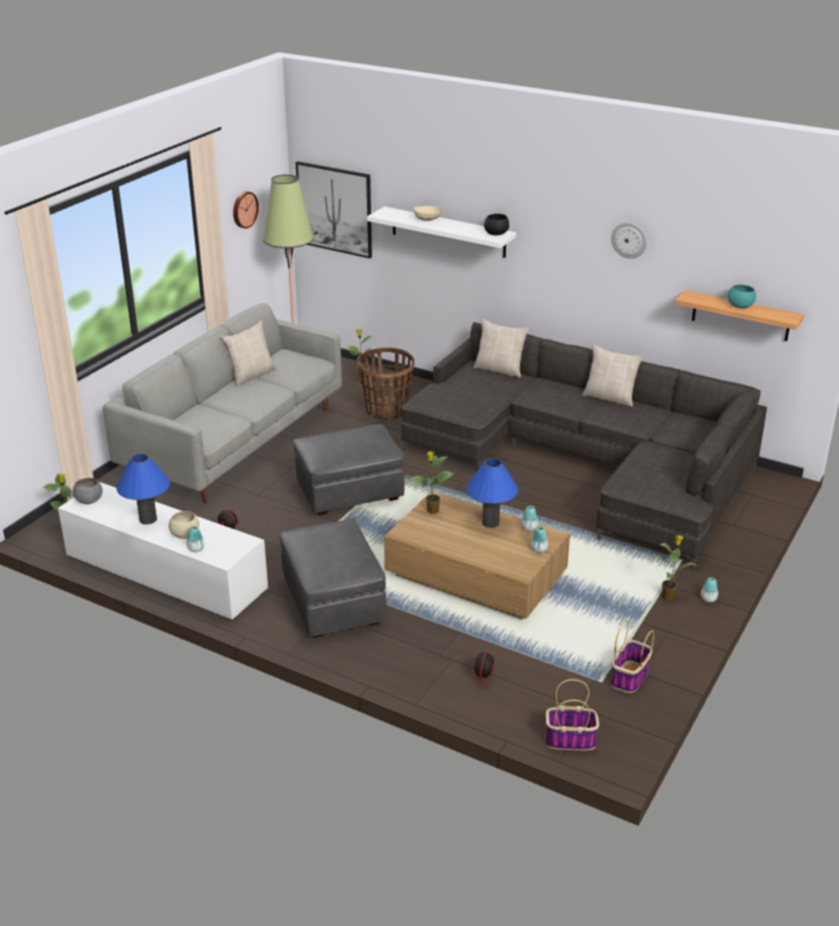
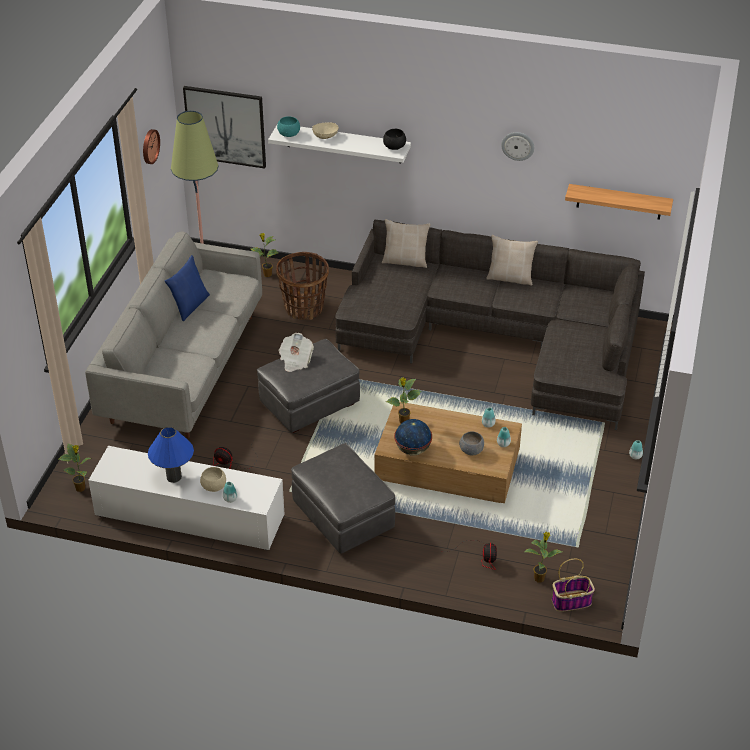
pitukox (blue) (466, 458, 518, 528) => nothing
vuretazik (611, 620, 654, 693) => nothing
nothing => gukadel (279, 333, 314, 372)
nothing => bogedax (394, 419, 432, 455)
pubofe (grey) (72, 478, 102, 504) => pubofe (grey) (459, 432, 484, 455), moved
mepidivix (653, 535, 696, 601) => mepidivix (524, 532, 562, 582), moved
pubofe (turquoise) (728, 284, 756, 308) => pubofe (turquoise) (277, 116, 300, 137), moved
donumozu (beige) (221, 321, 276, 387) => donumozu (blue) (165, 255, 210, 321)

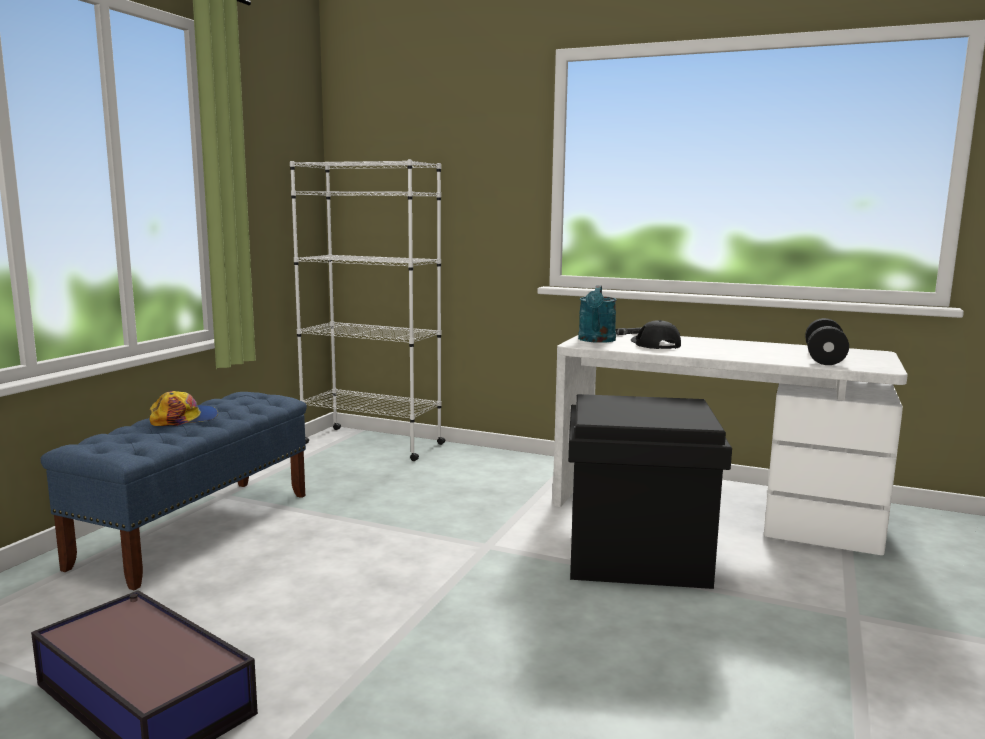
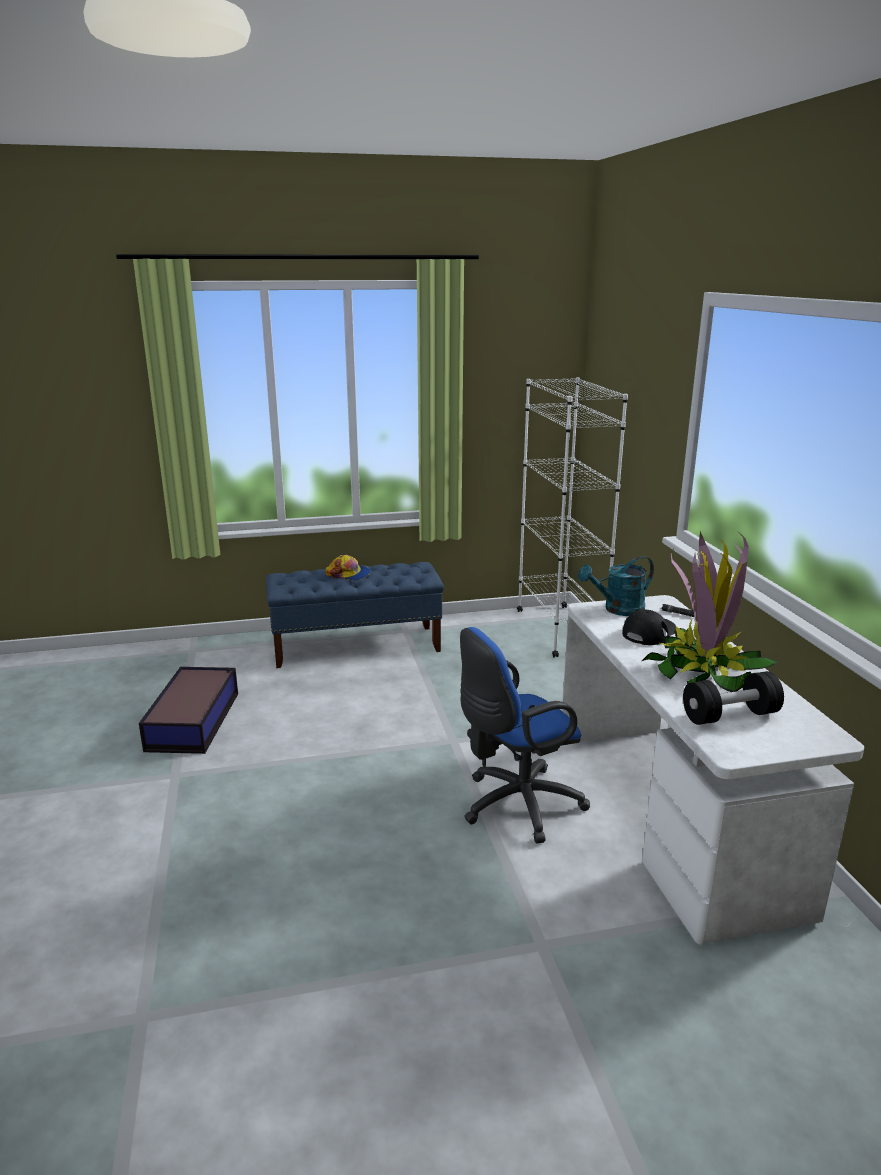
nothing => mepidivix (642, 529, 778, 692)
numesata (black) (568, 394, 732, 589) => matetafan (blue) (460, 627, 590, 843)

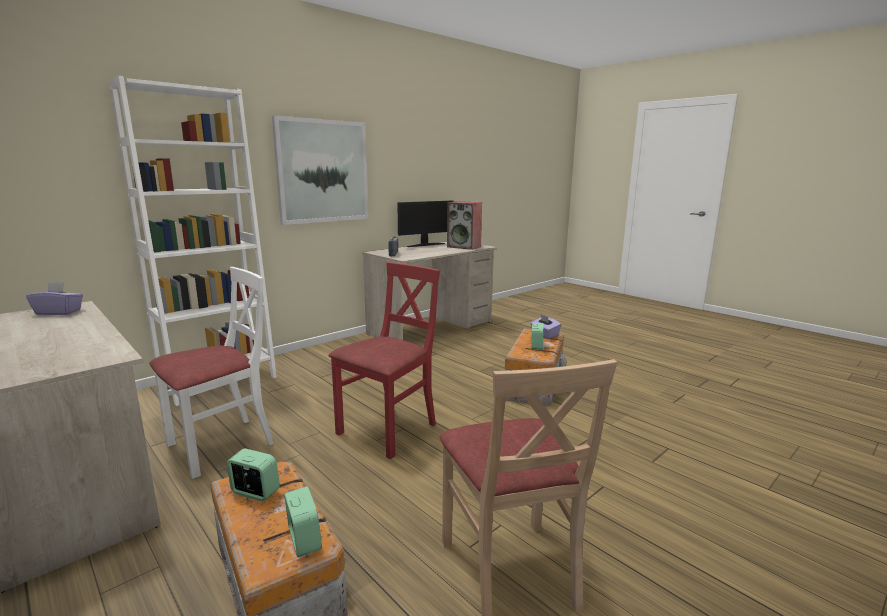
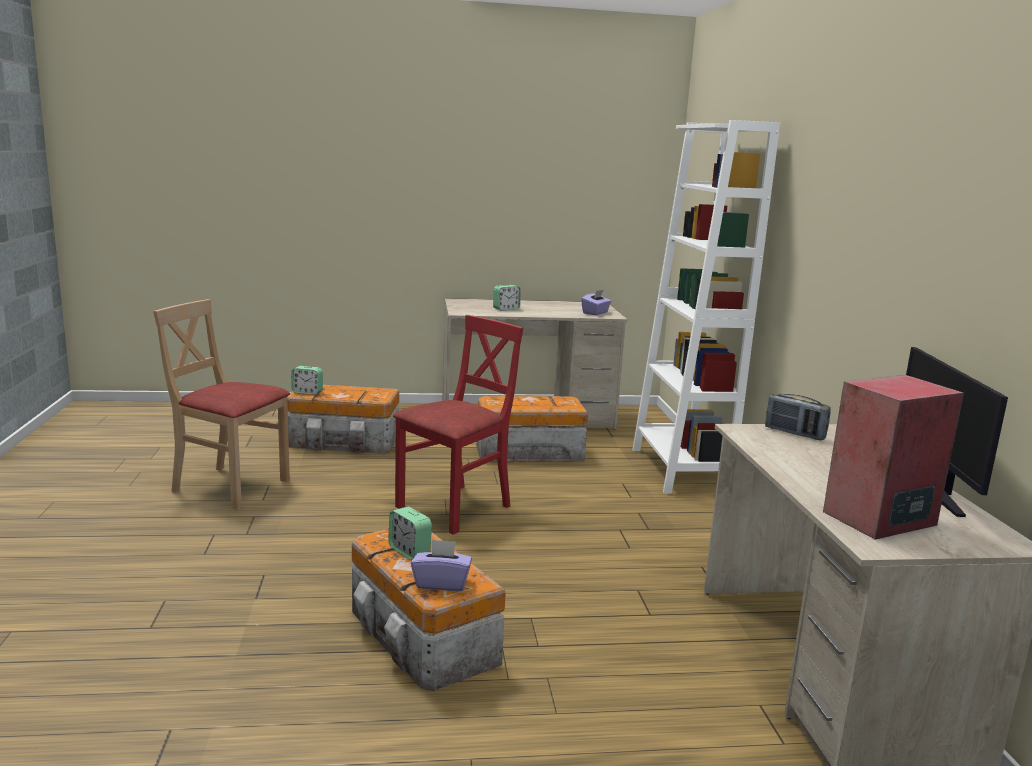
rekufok (272, 116, 368, 225) => nothing
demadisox (227, 448, 280, 501) => demadisox (493, 285, 521, 311), moved
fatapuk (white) (149, 267, 274, 479) => numesata (476, 396, 588, 462)
fatapuk (red) (328, 262, 440, 459) => fatapuk (red) (393, 315, 523, 535), 120 degrees counterclockwise

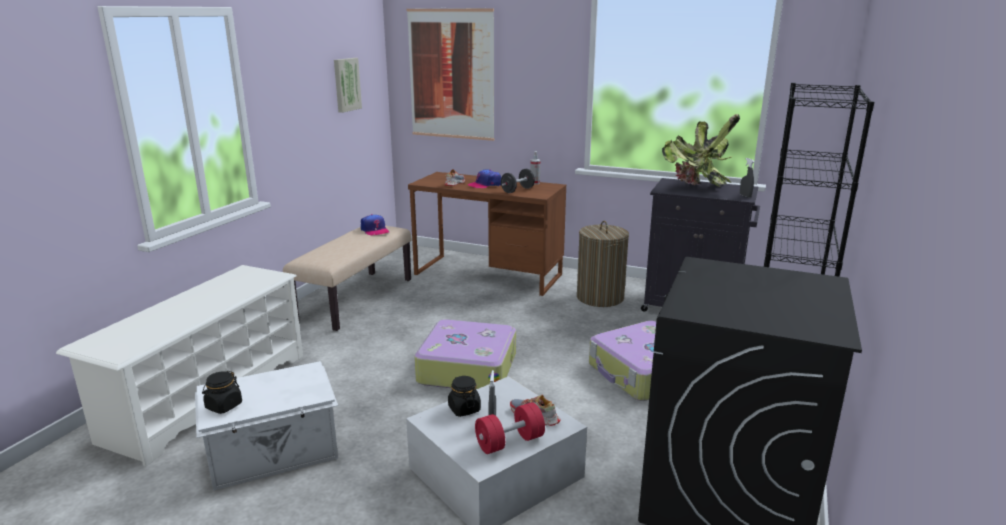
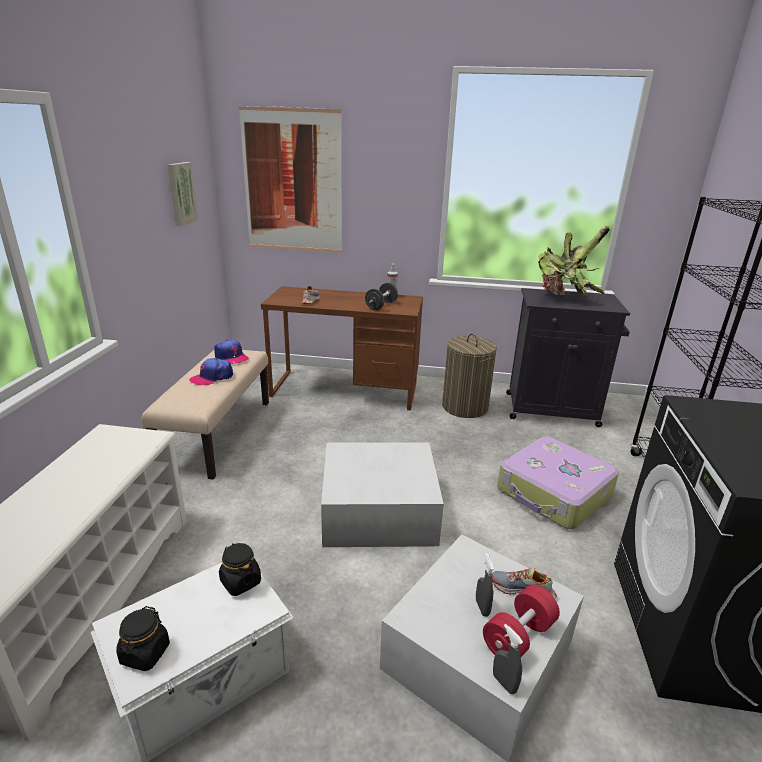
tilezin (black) (448, 376, 481, 417) => tilezin (black) (219, 543, 261, 596), moved
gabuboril (468, 169, 501, 188) => gabuboril (189, 358, 233, 386), moved
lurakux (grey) (740, 158, 754, 198) => lurakux (grey) (493, 624, 523, 694), moved
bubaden (414, 319, 516, 389) => numesata (white) (321, 442, 444, 547)

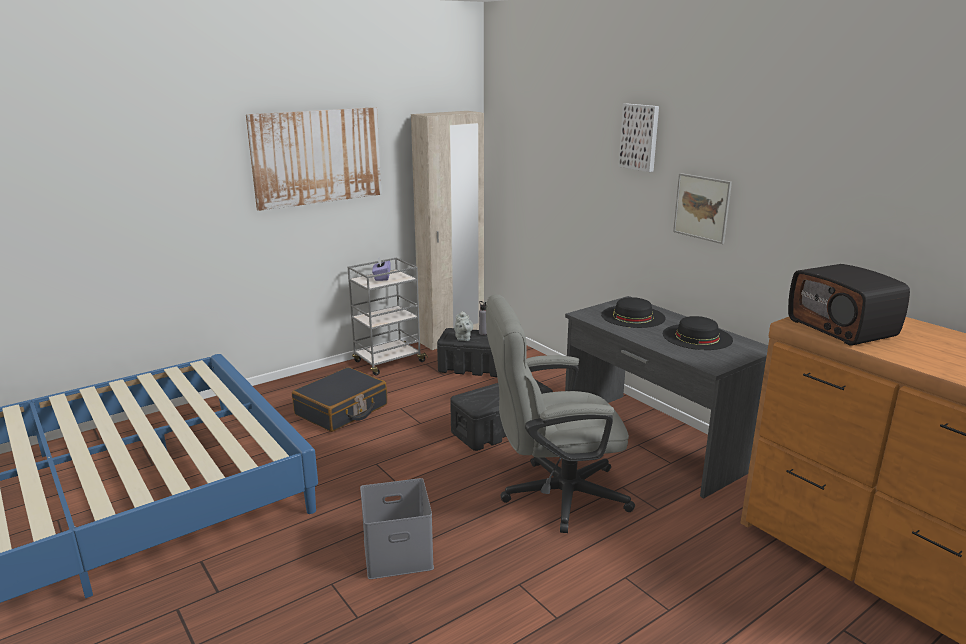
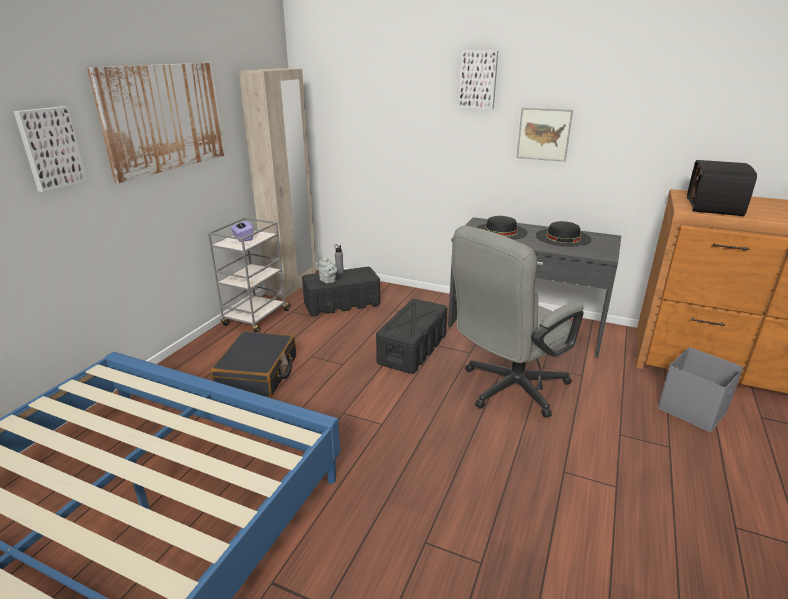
nothing => rekufok (13, 106, 88, 192)
numesata (grey) (360, 478, 434, 579) => numesata (grey) (657, 347, 743, 432), moved
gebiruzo (788, 264, 910, 346) => gebiruzo (687, 160, 757, 216), 75 degrees clockwise

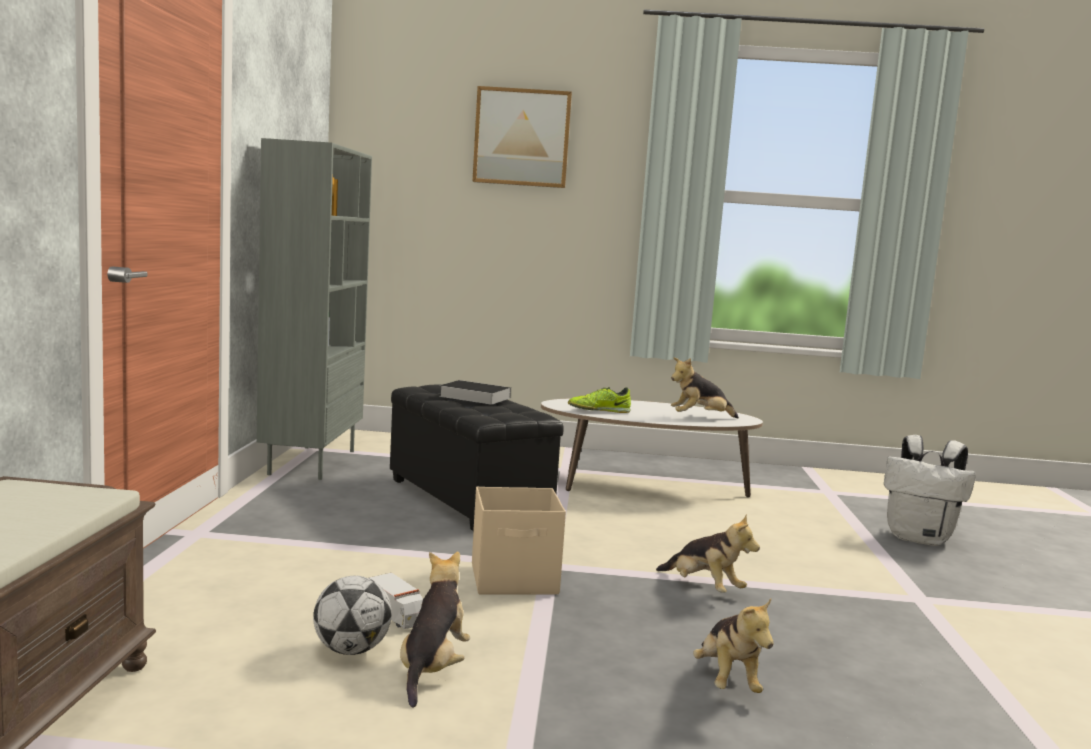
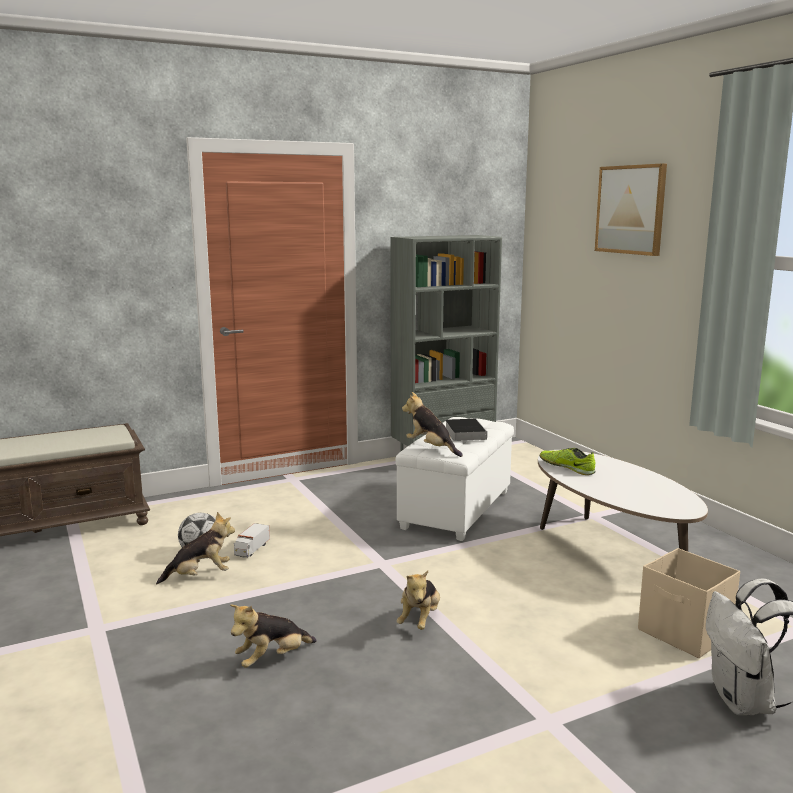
numesata (beige) (472, 487, 566, 594) => numesata (beige) (638, 548, 740, 658), moved
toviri (671, 357, 739, 418) => toviri (402, 392, 463, 457), moved
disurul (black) (390, 384, 564, 531) => disurul (white) (395, 417, 514, 541)

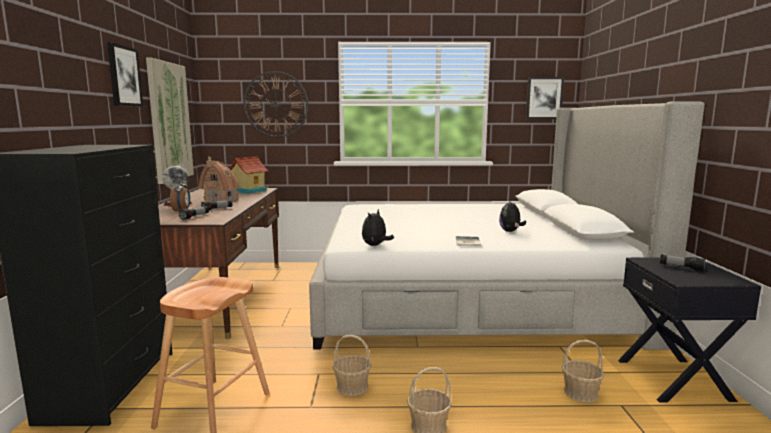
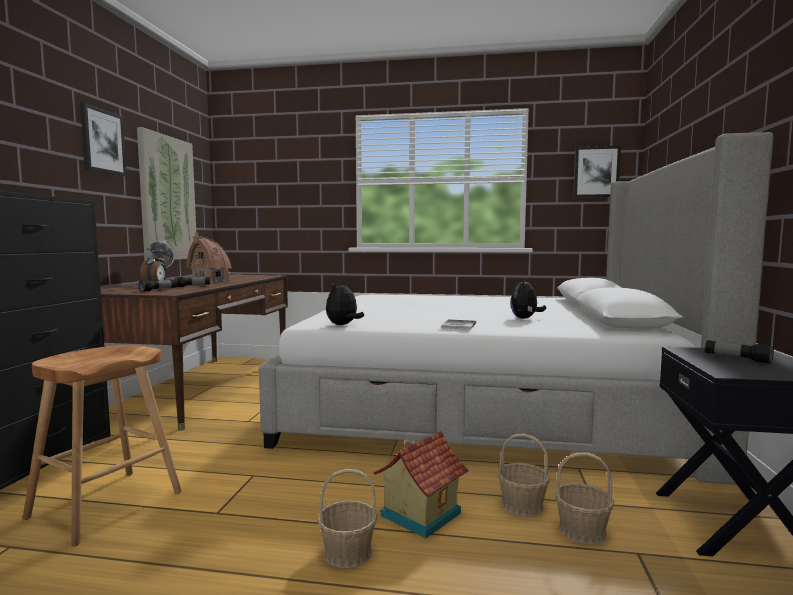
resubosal (243, 71, 309, 137) => nothing
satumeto (229, 156, 269, 194) => satumeto (374, 431, 469, 538), moved
vuretazik (333, 335, 371, 396) => vuretazik (498, 434, 550, 517), moved

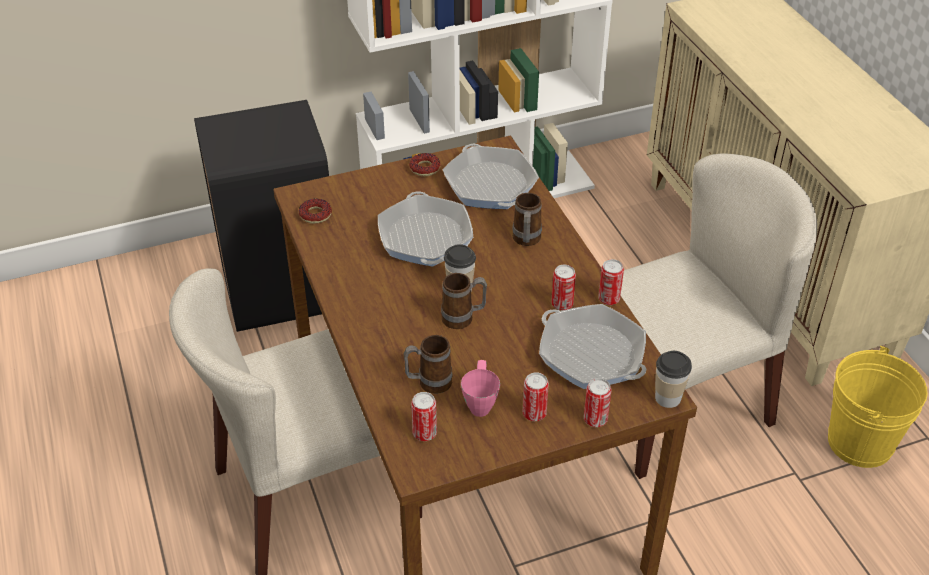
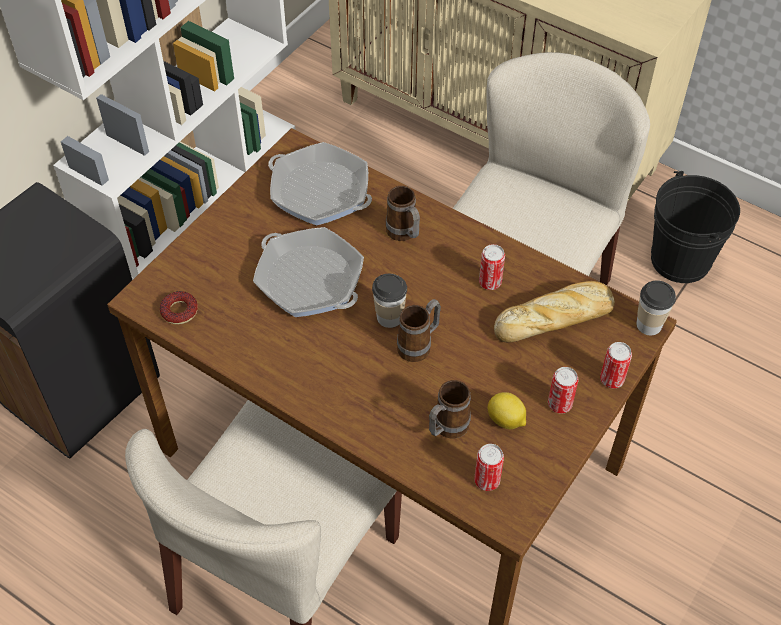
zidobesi (409, 153, 441, 176) => nothing
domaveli (598, 259, 624, 305) => nothing
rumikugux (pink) (461, 360, 500, 417) => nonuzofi (487, 392, 526, 429)
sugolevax (539, 304, 646, 389) => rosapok (494, 281, 615, 343)
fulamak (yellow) (828, 346, 928, 468) => fulamak (black) (651, 171, 740, 283)

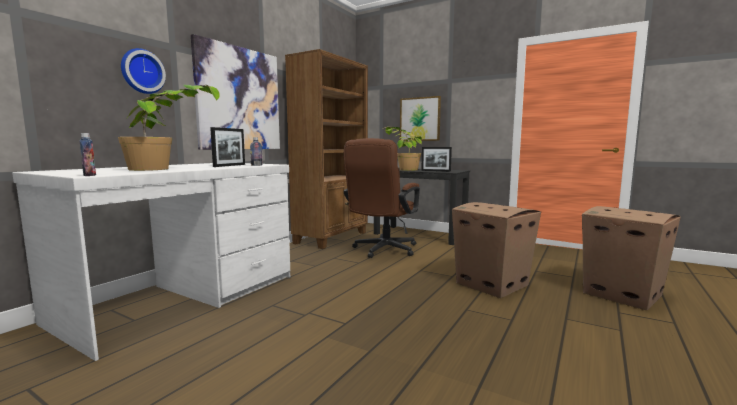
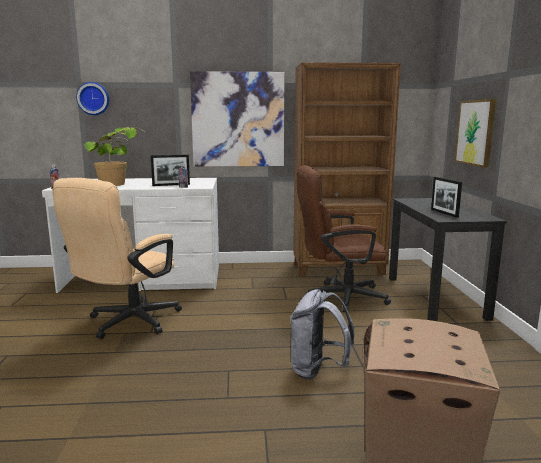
mepidivix (385, 127, 422, 171) => nothing
nothing => matetafan (beige) (52, 178, 182, 339)
resubosal (121, 48, 166, 94) => resubosal (76, 82, 109, 115), moved
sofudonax (452, 202, 541, 298) => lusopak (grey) (290, 289, 354, 380)

